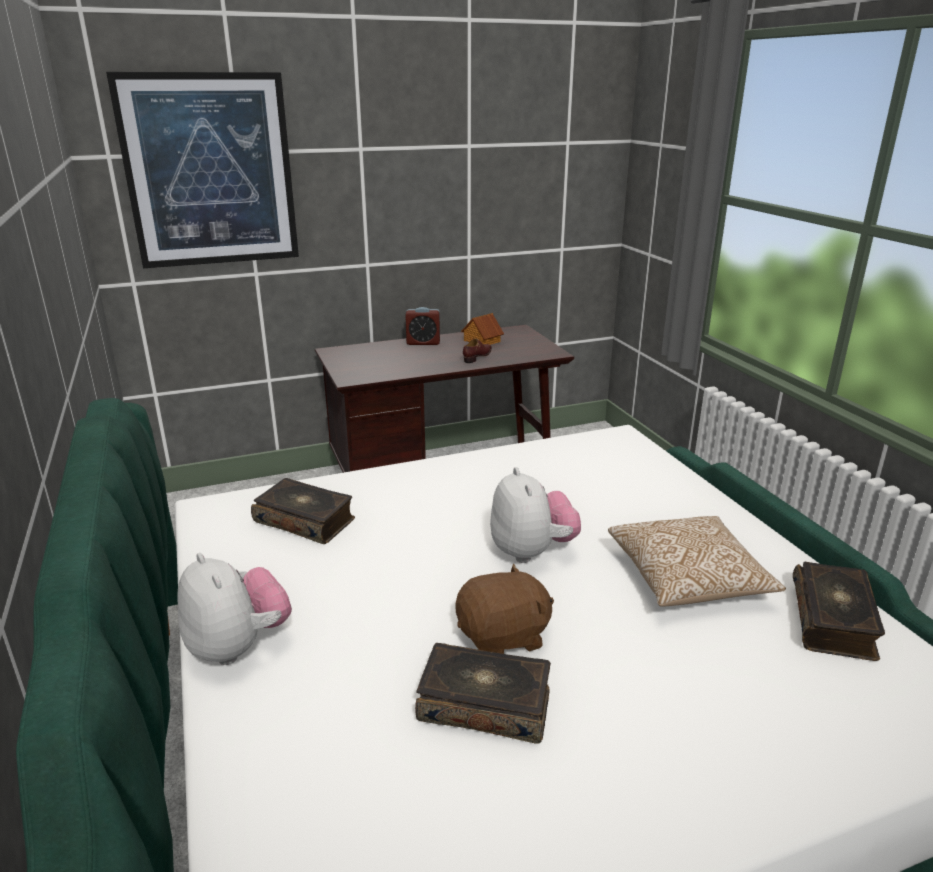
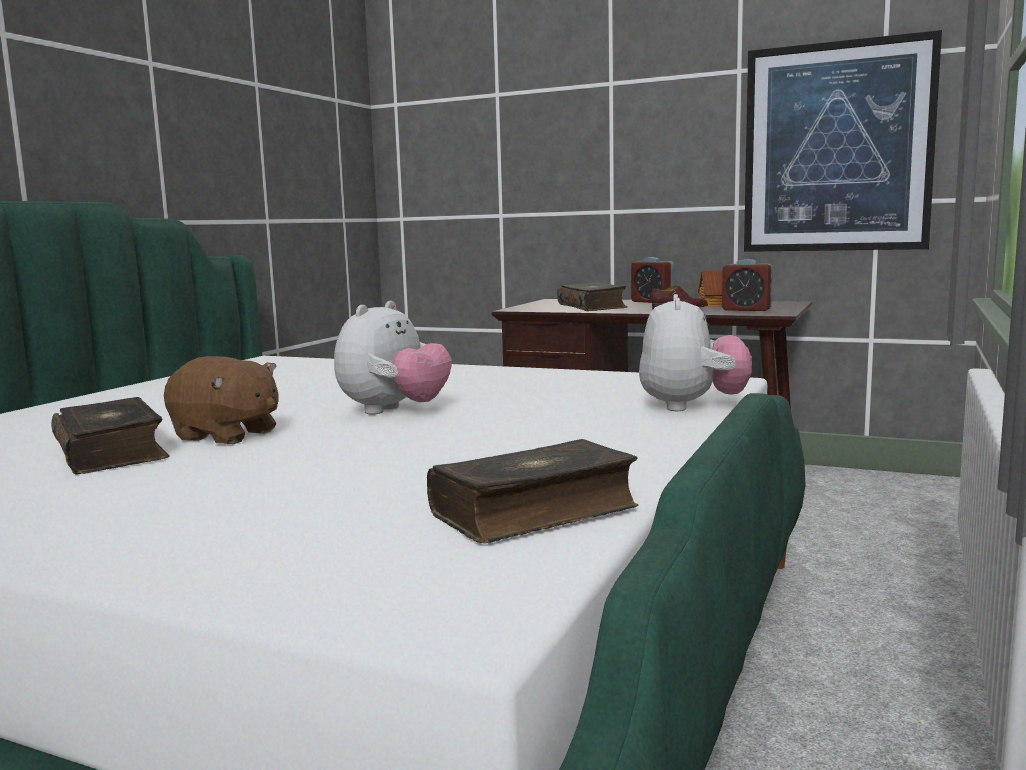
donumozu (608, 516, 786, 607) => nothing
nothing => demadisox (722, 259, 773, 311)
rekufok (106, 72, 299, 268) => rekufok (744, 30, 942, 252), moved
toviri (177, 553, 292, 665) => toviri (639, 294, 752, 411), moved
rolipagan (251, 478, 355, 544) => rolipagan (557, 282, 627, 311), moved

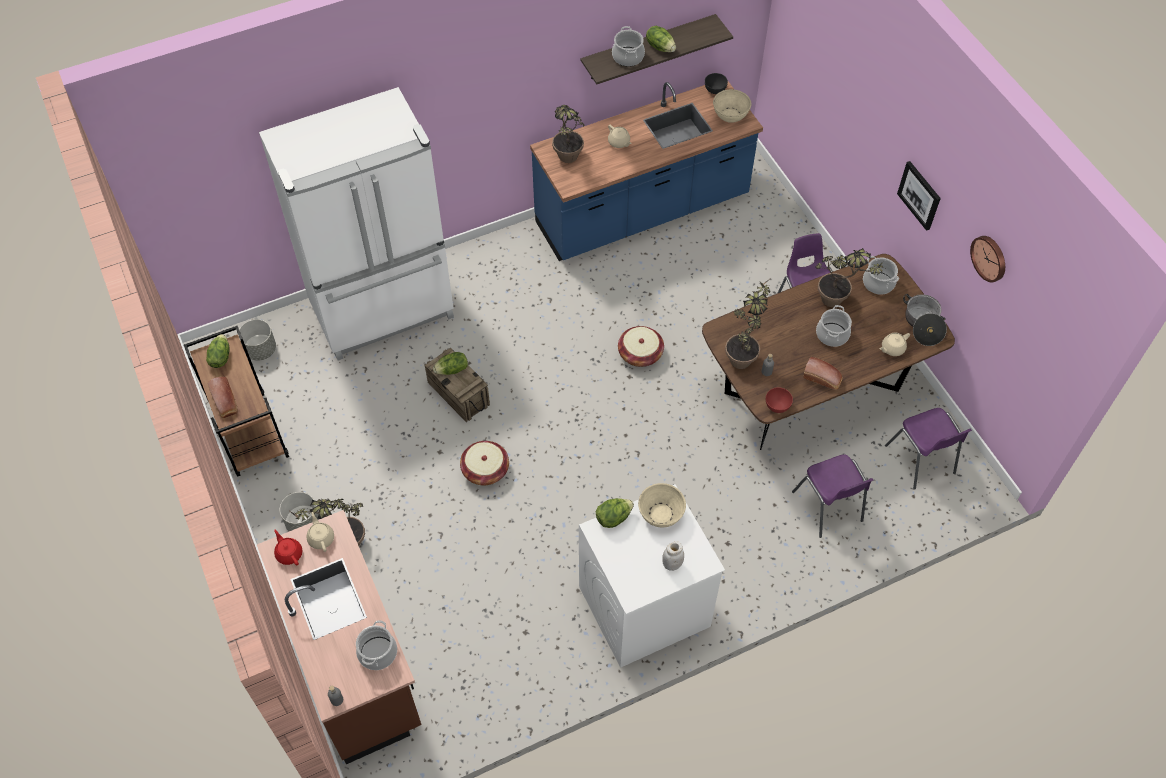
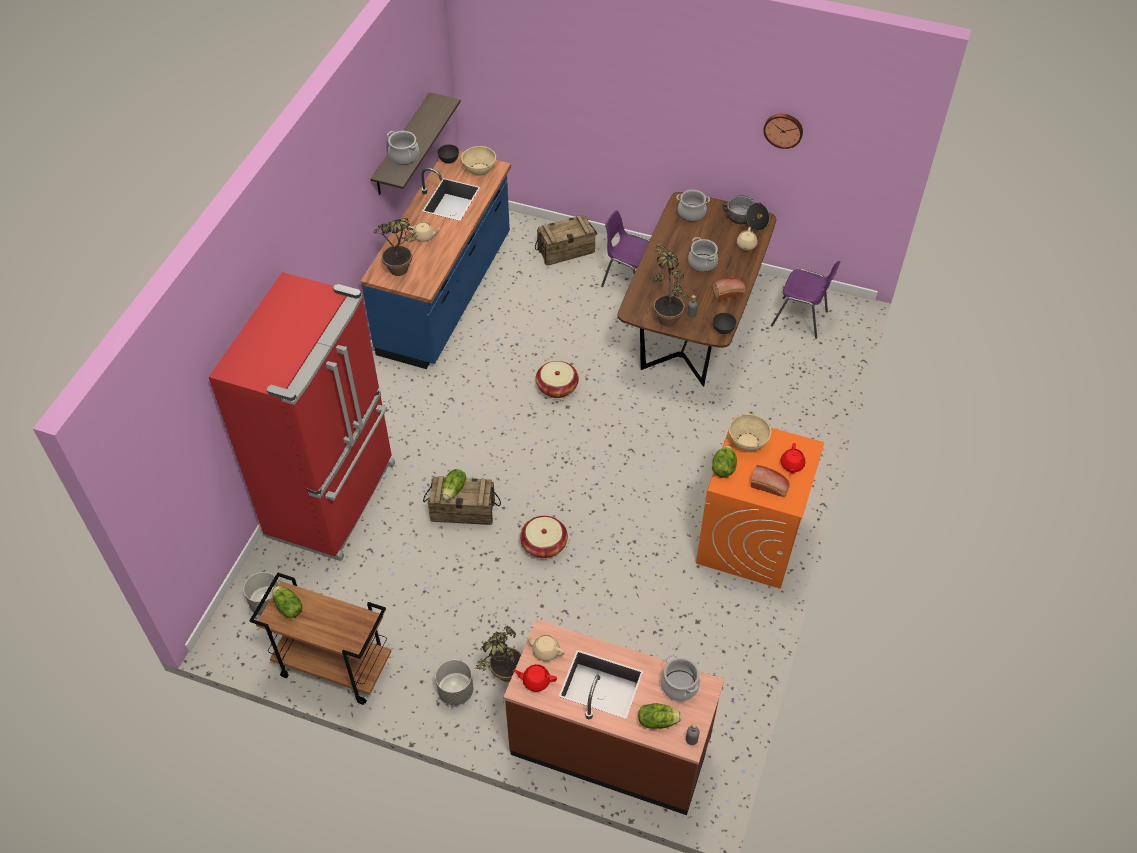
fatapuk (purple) (792, 455, 873, 538) => nothing
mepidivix (816, 248, 885, 307) => nothing
rekufok (897, 161, 941, 231) => nothing
nothing => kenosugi (535, 215, 597, 265)
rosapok (208, 377, 238, 418) => rosapok (751, 465, 790, 497), moved
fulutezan (646, 26, 676, 52) => fulutezan (638, 703, 682, 729), moved
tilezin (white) (662, 542, 684, 571) => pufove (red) (780, 443, 805, 474)
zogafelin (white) (259, 87, 454, 360) => zogafelin (red) (209, 272, 395, 561)
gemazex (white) (579, 484, 725, 668) => gemazex (orange) (696, 418, 825, 589)
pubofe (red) (766, 387, 793, 413) => pubofe (grey) (713, 313, 736, 334)

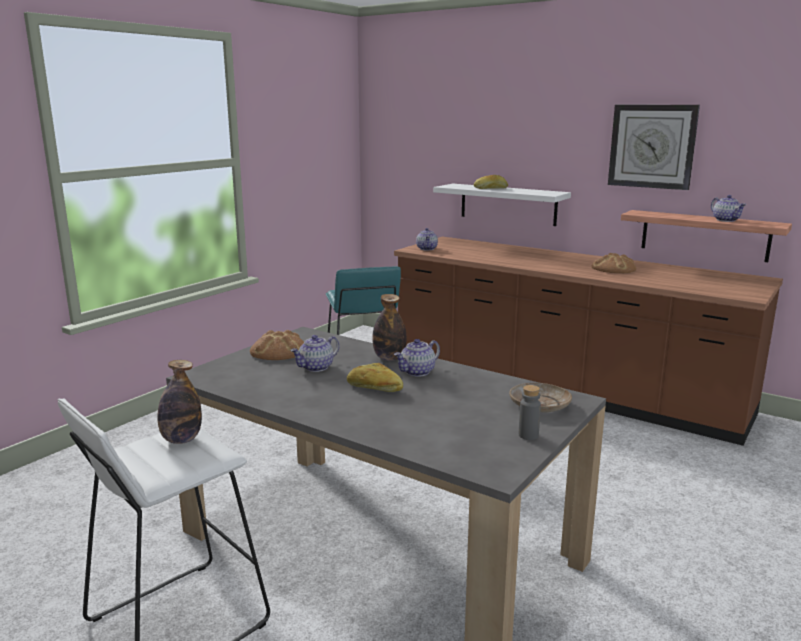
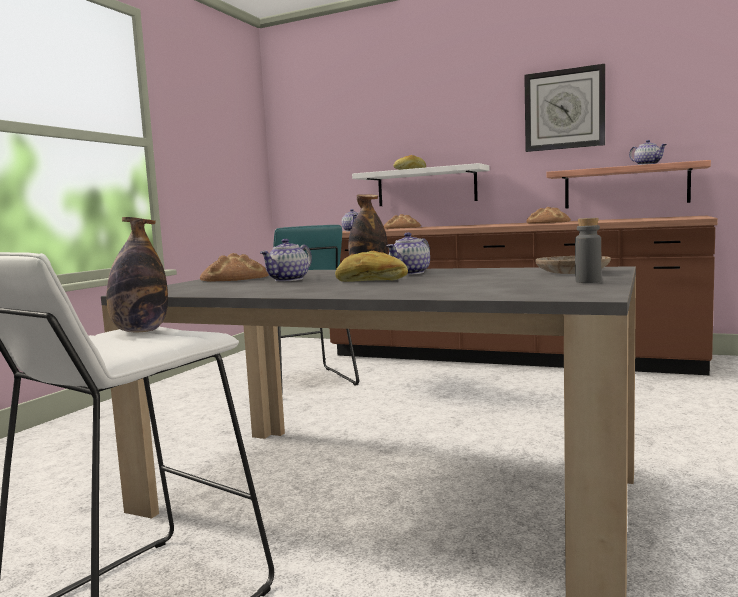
nothing => rosapok (384, 214, 421, 229)

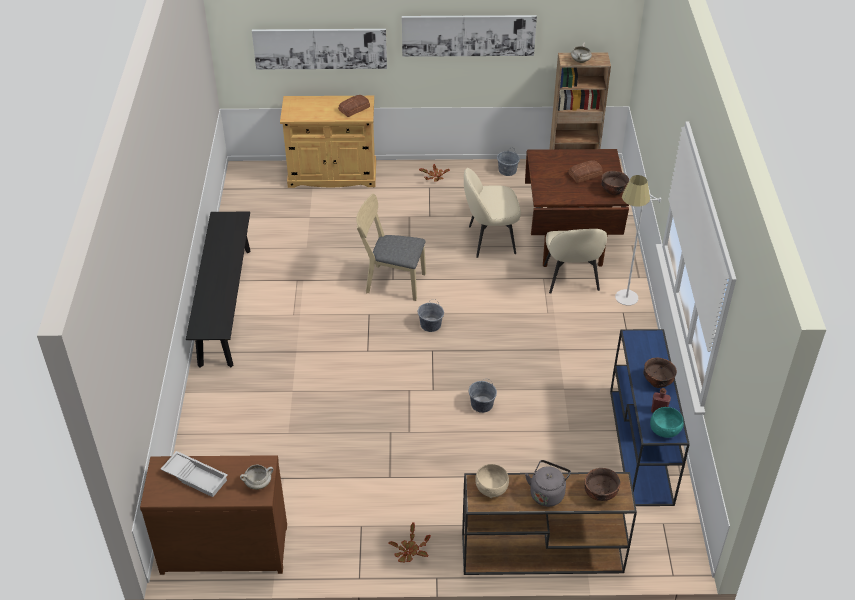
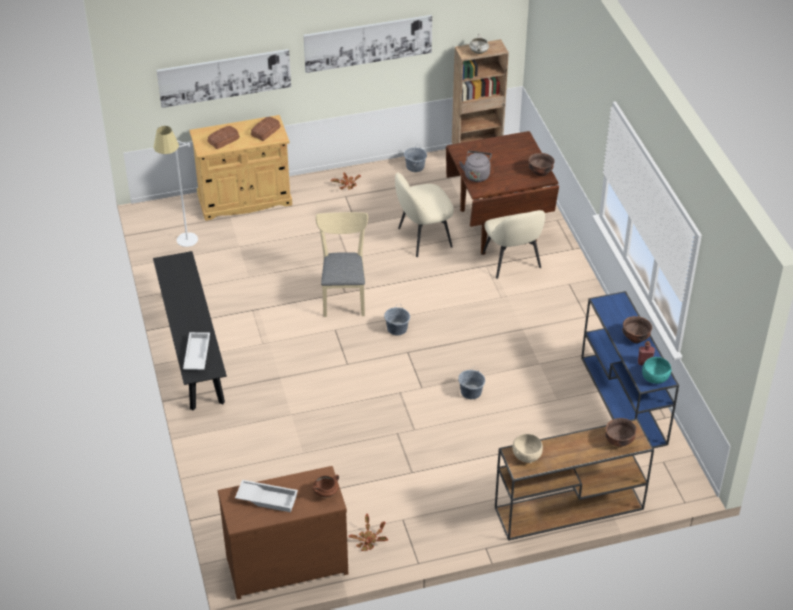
nothing => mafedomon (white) (183, 332, 210, 370)
mepidivix (388, 522, 431, 563) => mepidivix (348, 514, 388, 551), moved
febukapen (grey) (525, 460, 571, 507) => febukapen (grey) (459, 151, 492, 182), moved
rosapok (569, 160, 603, 183) => rosapok (207, 126, 240, 149), moved
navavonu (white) (615, 175, 661, 306) => navavonu (white) (154, 126, 198, 247), moved
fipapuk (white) (240, 465, 274, 490) => fipapuk (brown) (312, 475, 339, 498)
fatapuk (beige) (356, 194, 426, 301) => fatapuk (beige) (316, 212, 368, 317), 90 degrees clockwise

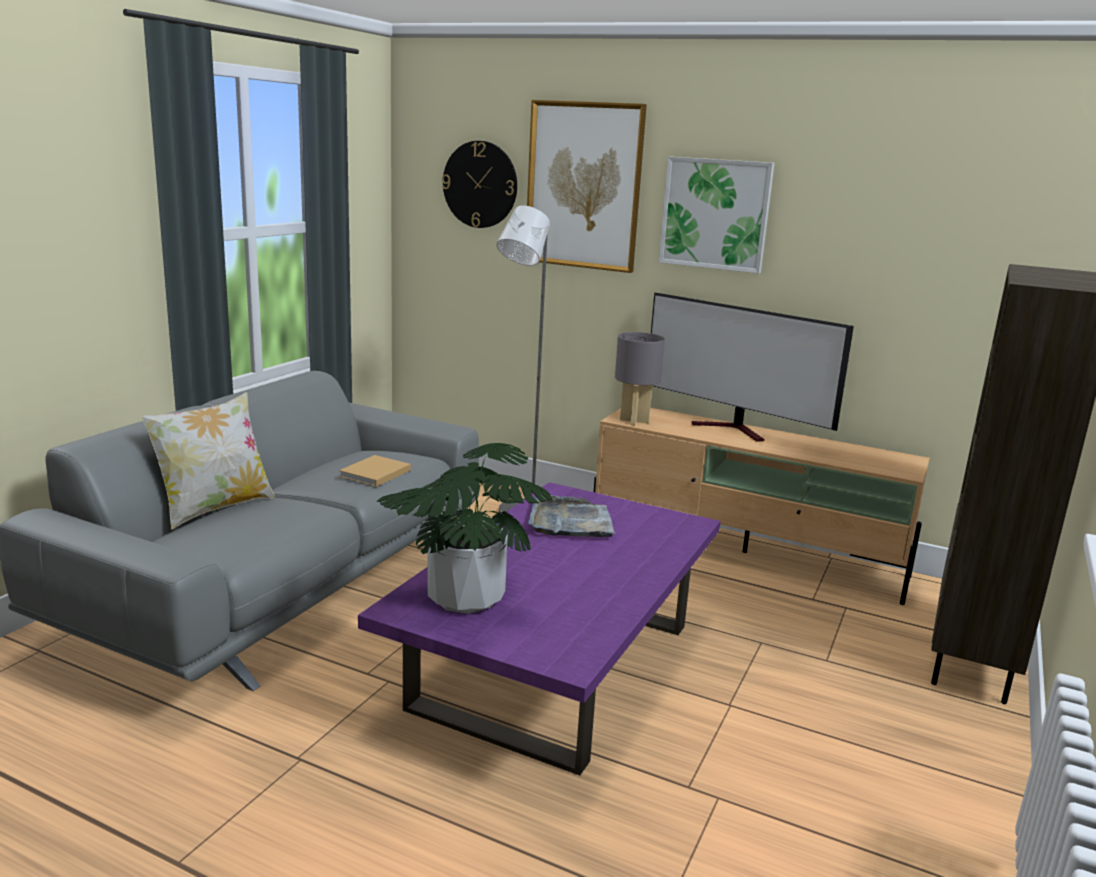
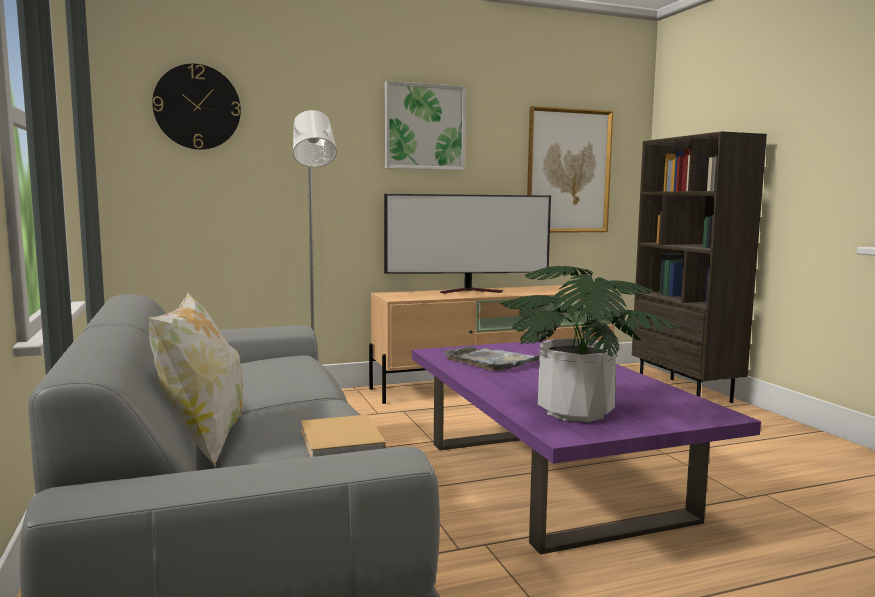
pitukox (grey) (615, 332, 665, 426) => nothing
rolipagan (beige) (339, 455, 411, 487) => rolipagan (beige) (301, 415, 385, 457), moved
rekufok (527, 100, 647, 273) => rekufok (527, 106, 613, 233), moved

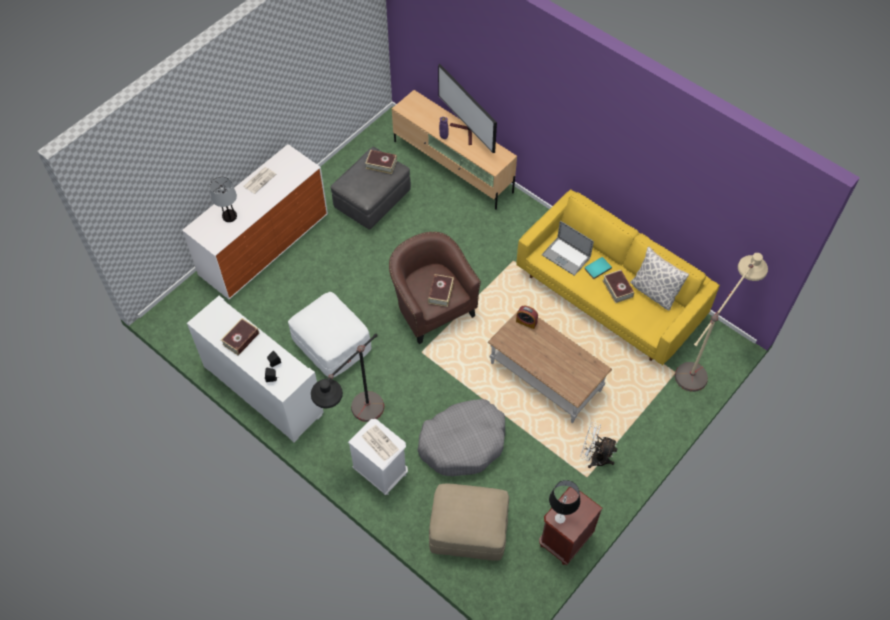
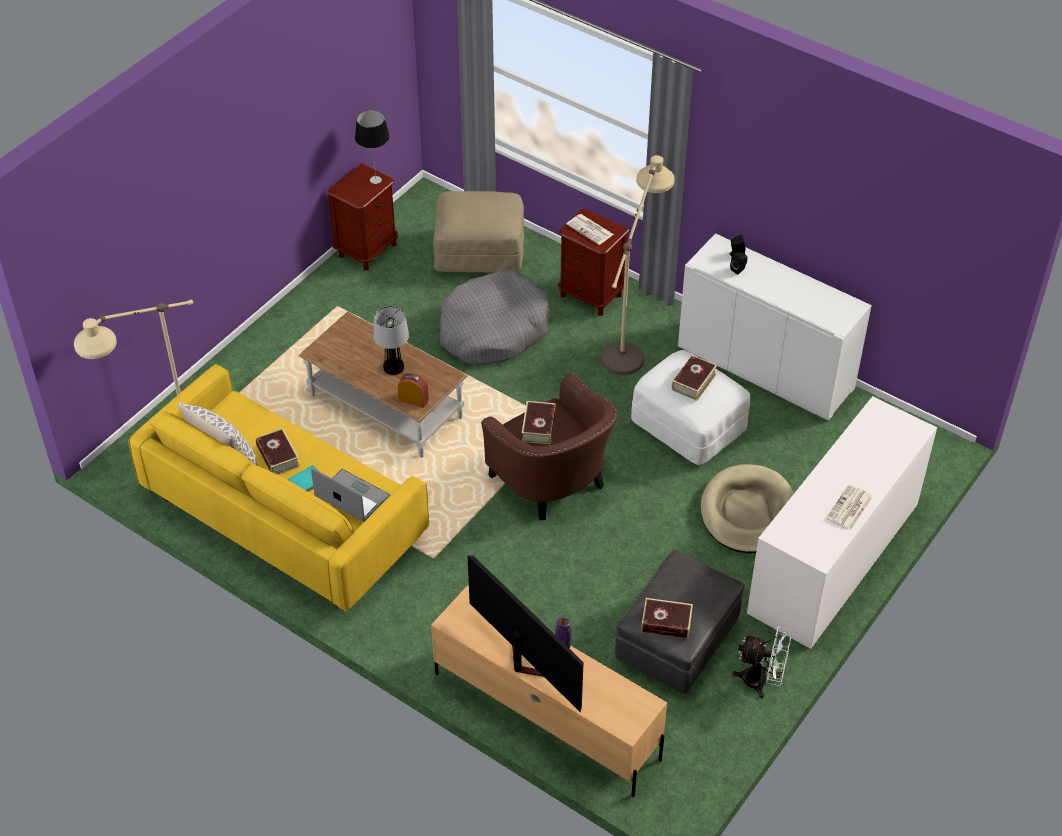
nothing => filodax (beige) (701, 464, 794, 554)
pitukox (210, 176, 237, 222) => pitukox (374, 306, 409, 375), moved
rolipagan (221, 318, 259, 356) => rolipagan (672, 355, 717, 401), moved
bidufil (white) (580, 422, 618, 468) => bidufil (white) (732, 626, 792, 698), moved
navavonu (black) (311, 334, 384, 422) => navavonu (beige) (600, 155, 675, 375)
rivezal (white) (348, 419, 408, 495) => rivezal (brown) (558, 208, 629, 316)

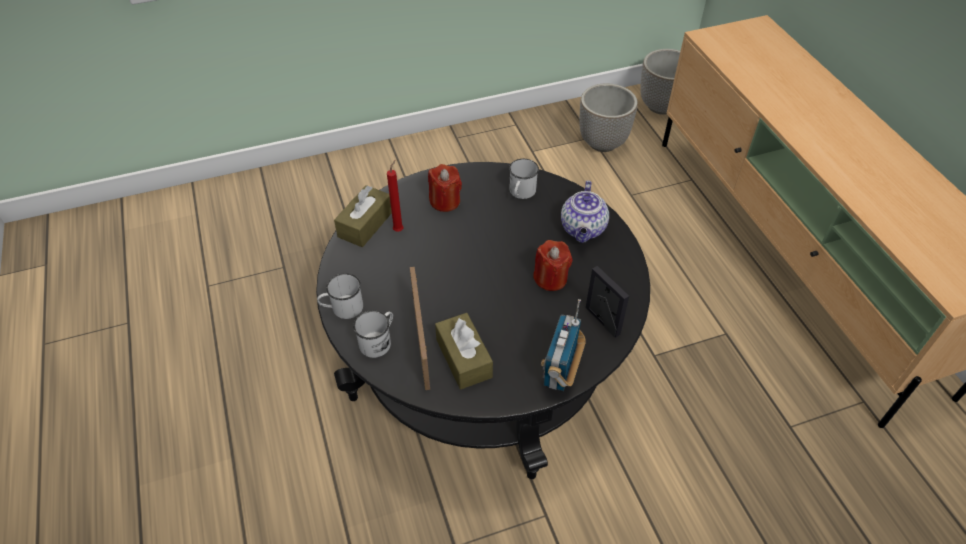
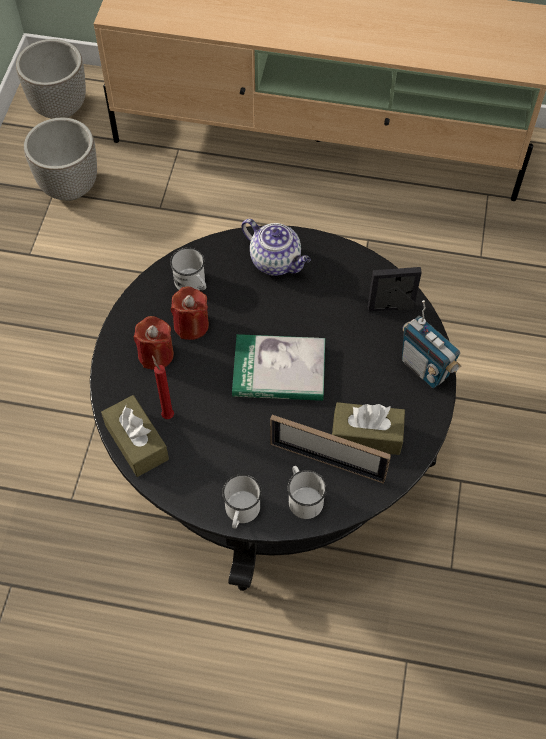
nothing => rolipagan (232, 334, 325, 401)
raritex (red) (533, 240, 572, 291) => raritex (red) (171, 287, 209, 340), moved

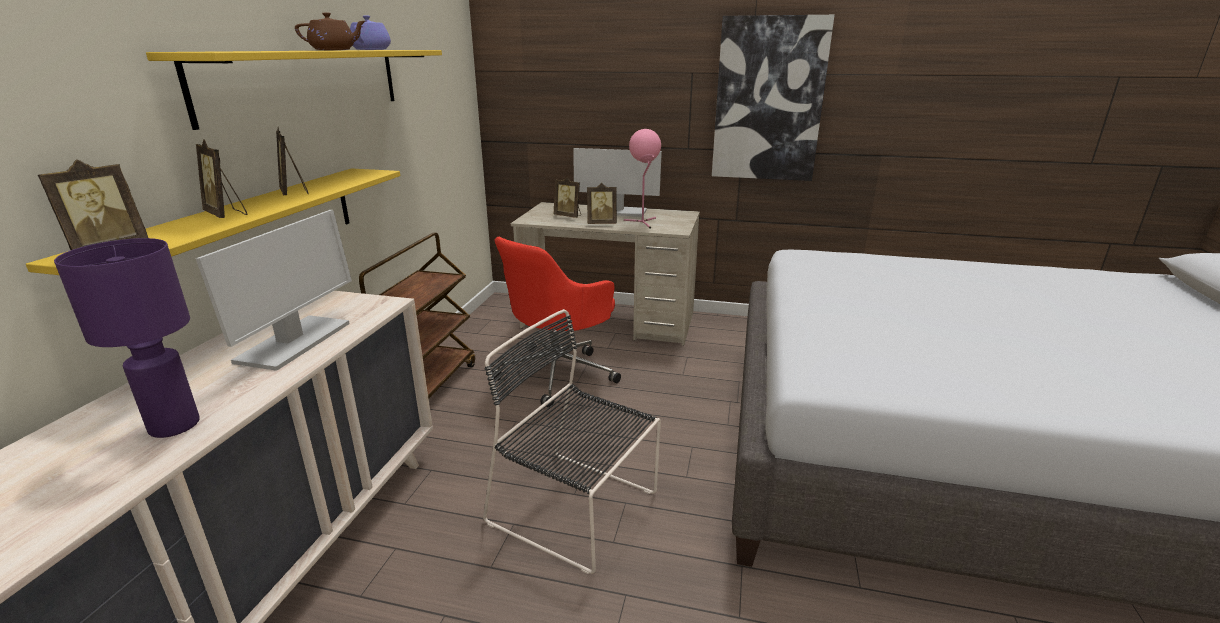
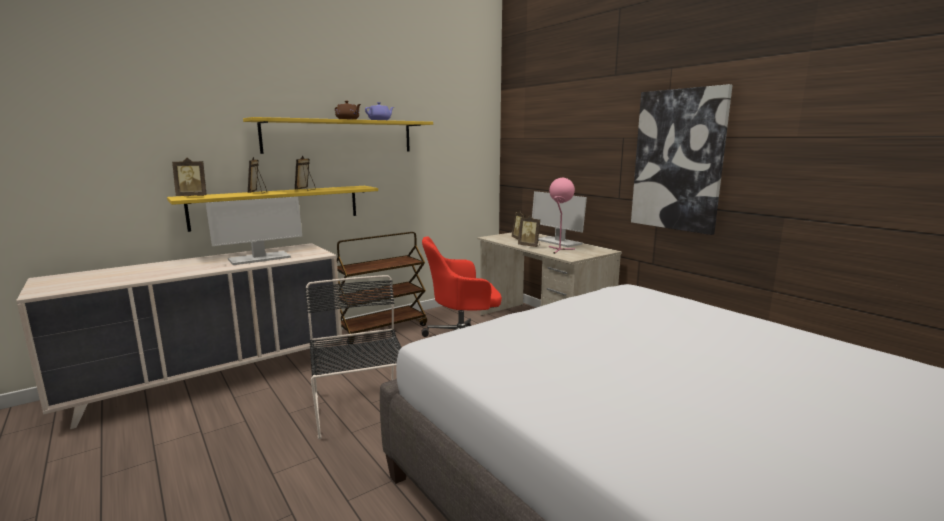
pitukox (purple) (54, 238, 200, 438) => nothing

